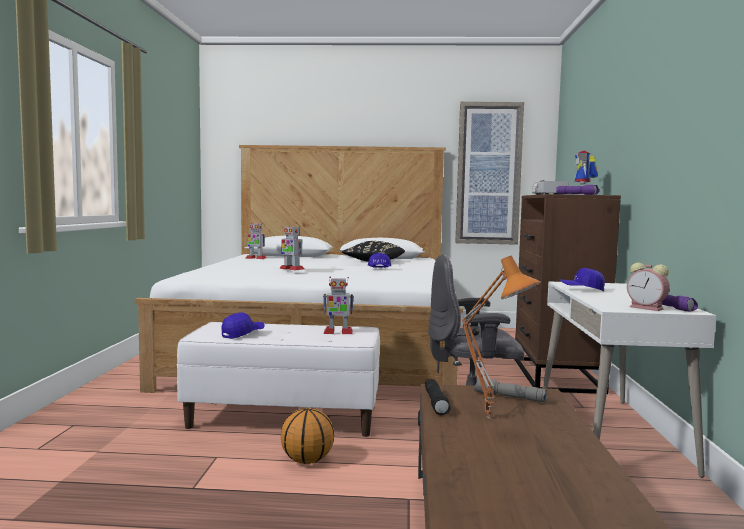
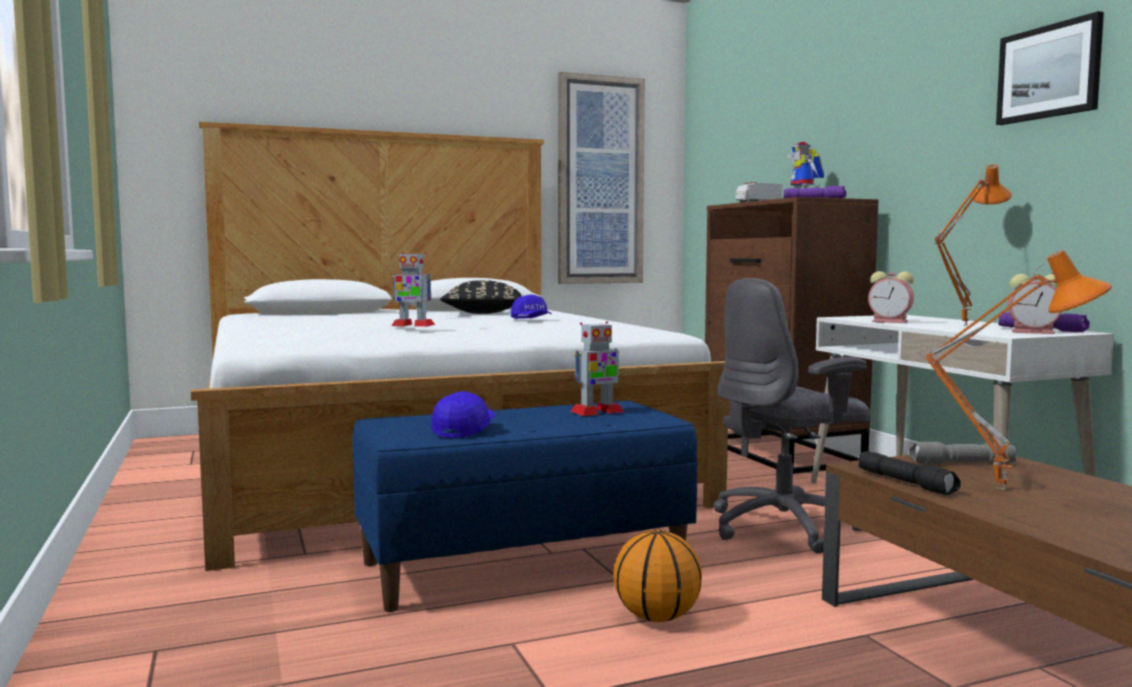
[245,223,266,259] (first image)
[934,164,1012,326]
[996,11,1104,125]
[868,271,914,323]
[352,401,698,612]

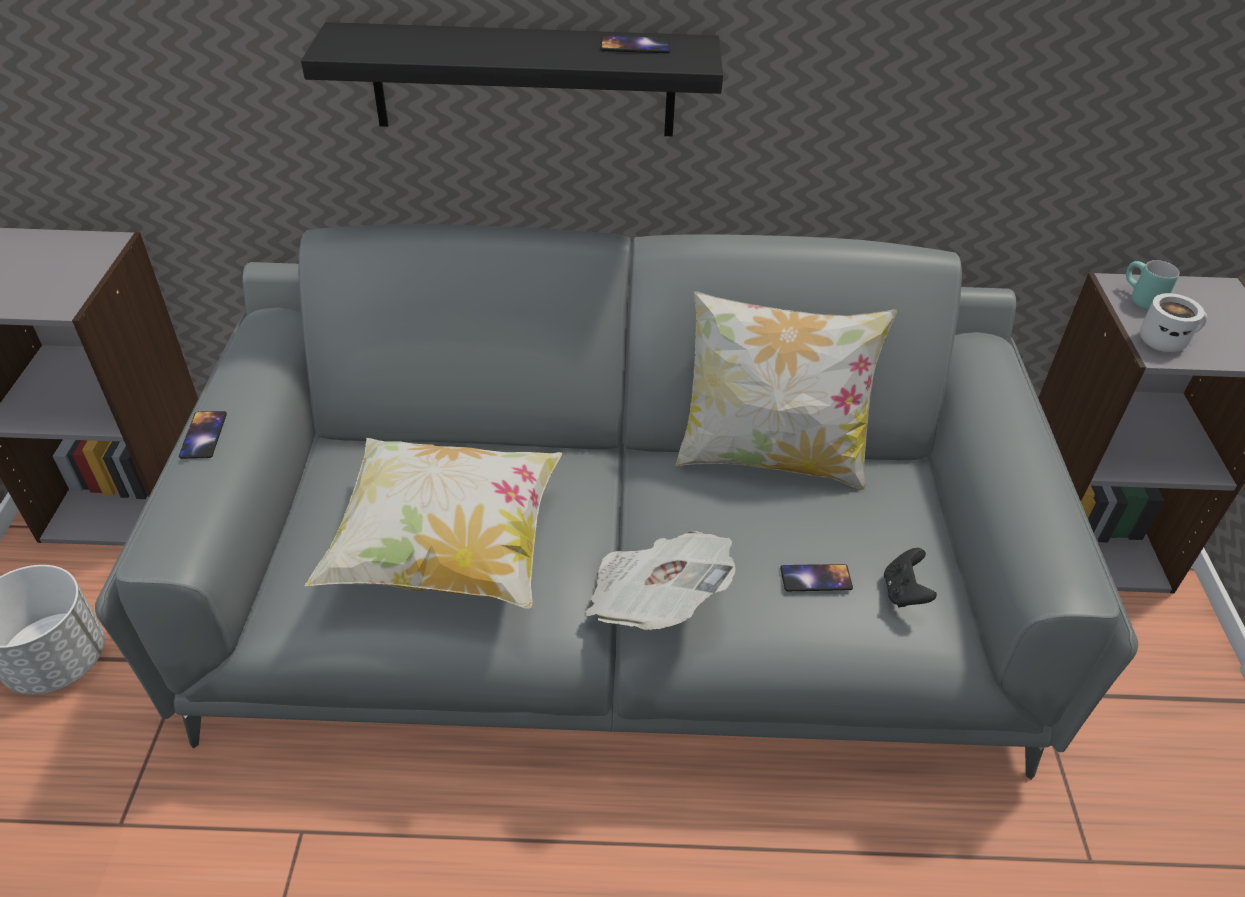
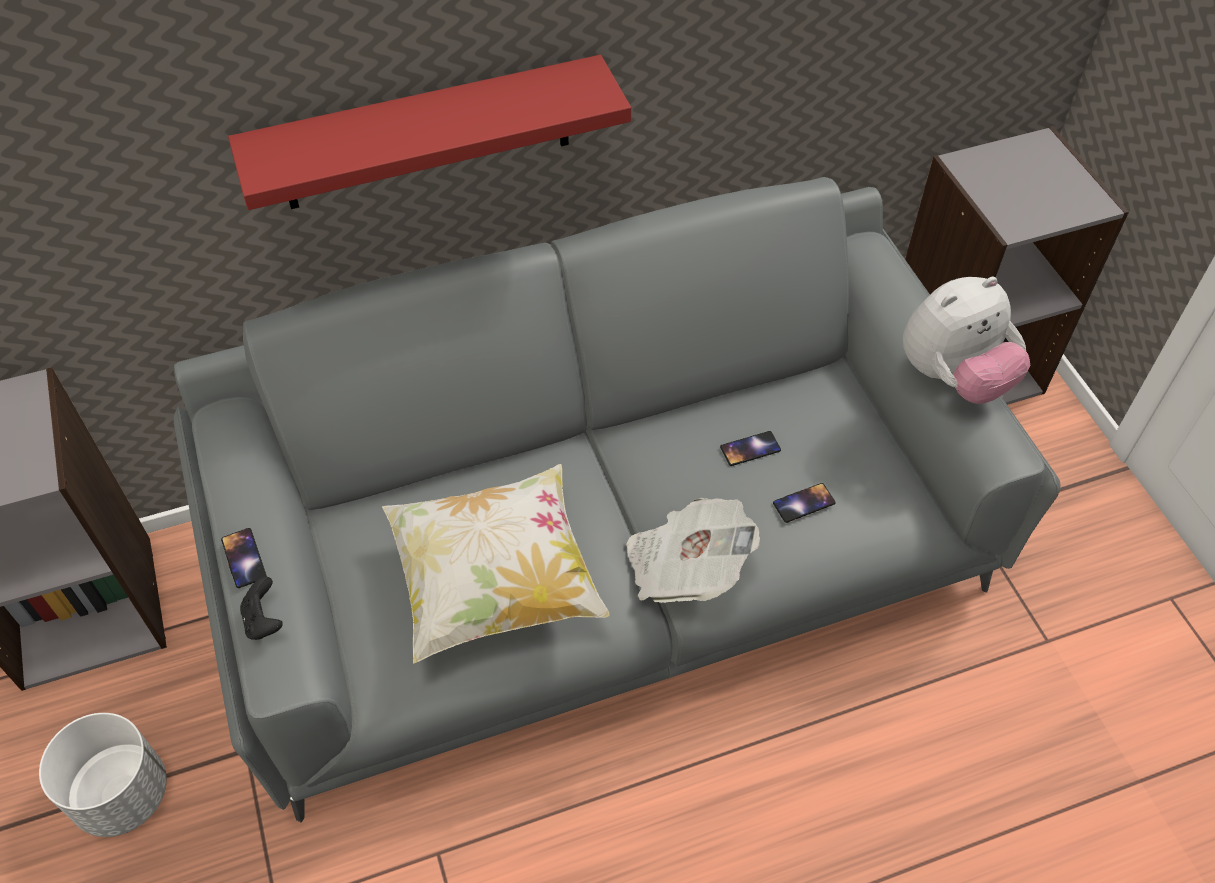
[675,291,897,490] (first image)
[1126,260,1179,310] (first image)
[1140,293,1207,352] (first image)
[903,277,1030,404]
[720,431,781,466]
[240,577,283,640]
[228,55,631,210]

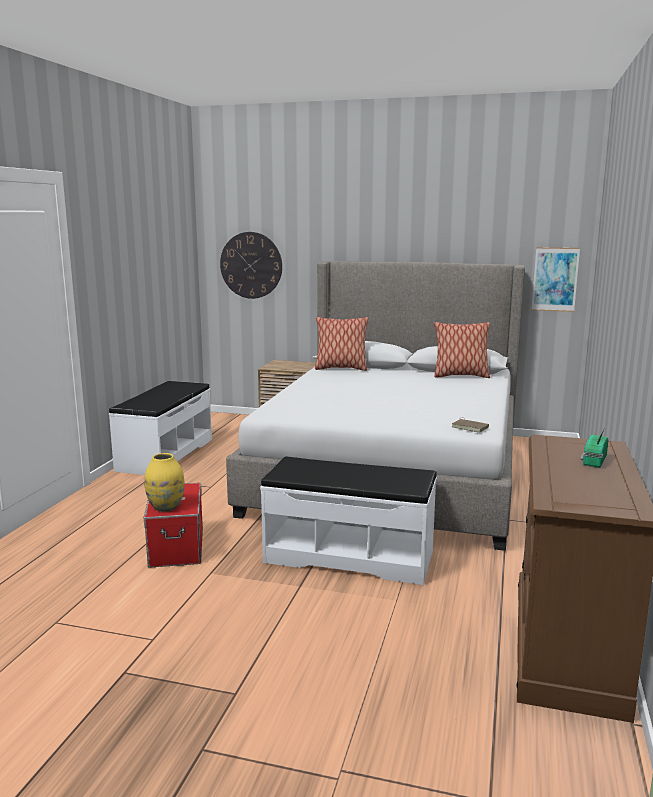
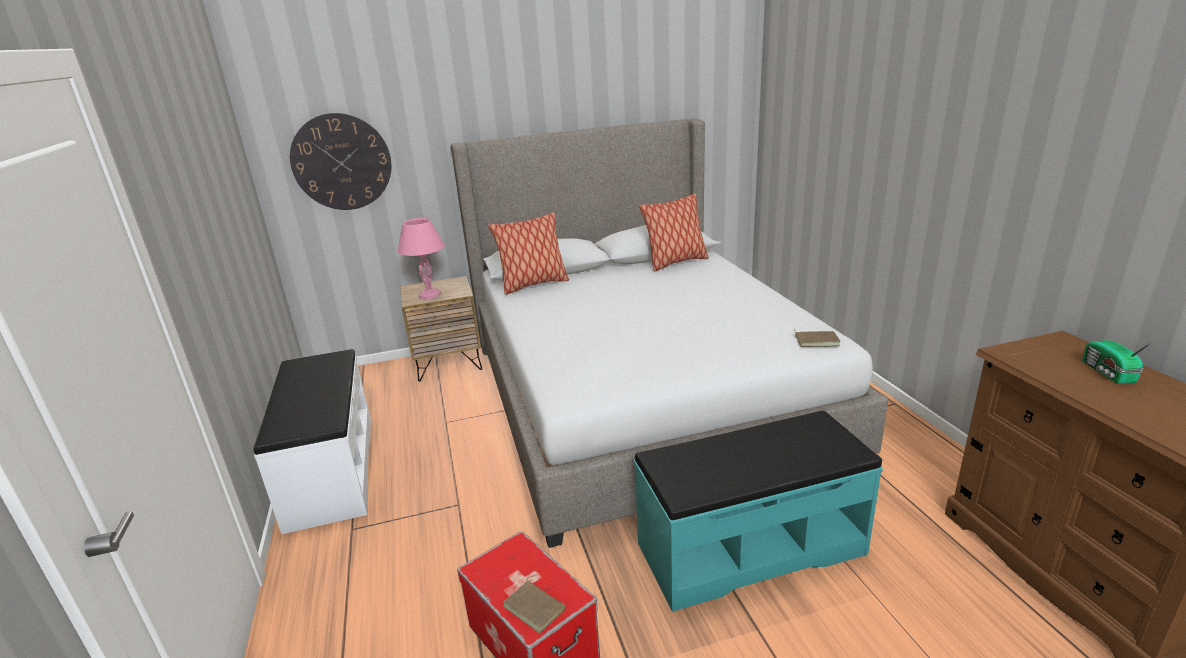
[531,247,580,312] (first image)
[397,218,445,299]
[503,574,565,633]
[634,410,883,612]

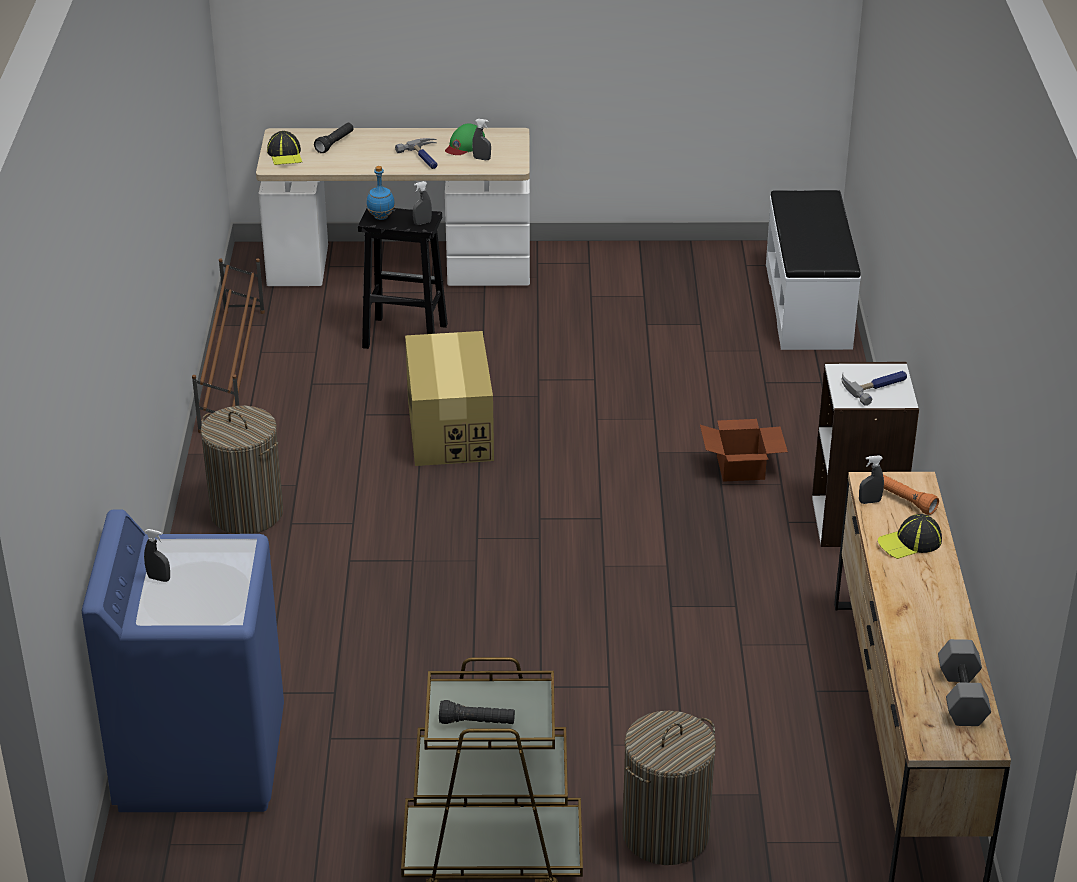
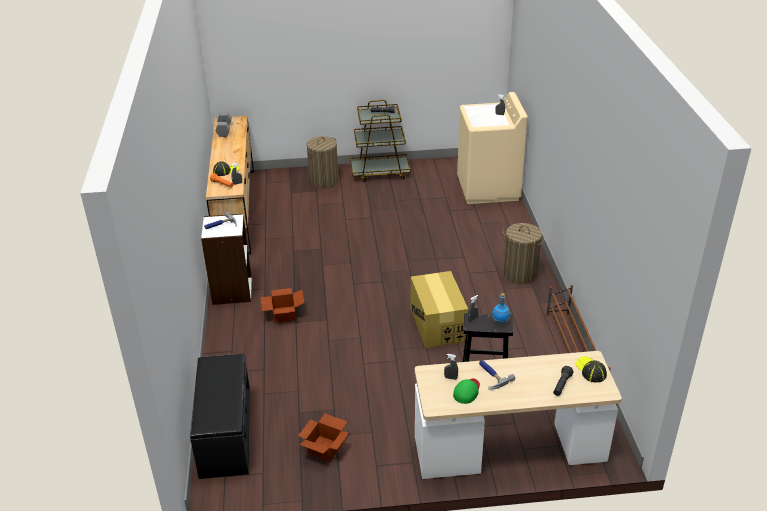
[298,414,349,462]
[457,92,528,204]
[190,354,251,479]

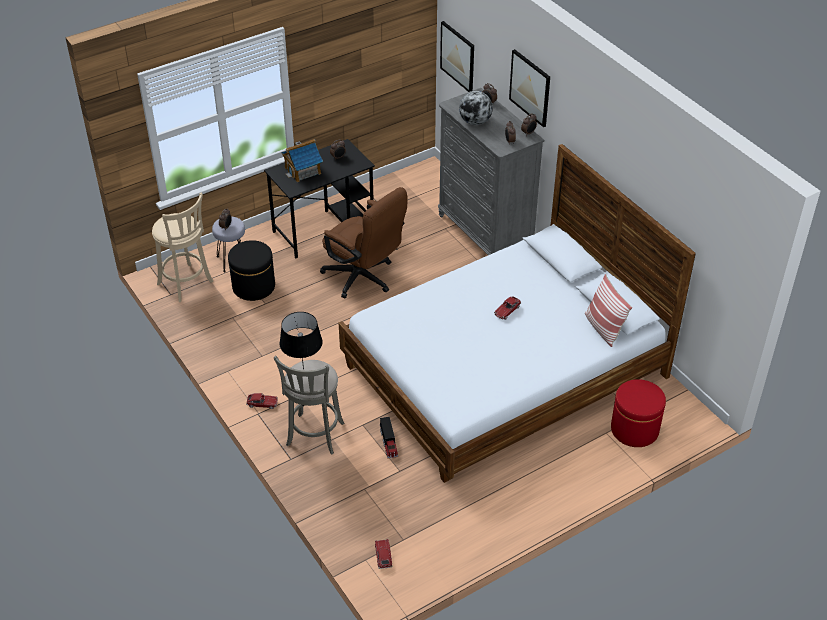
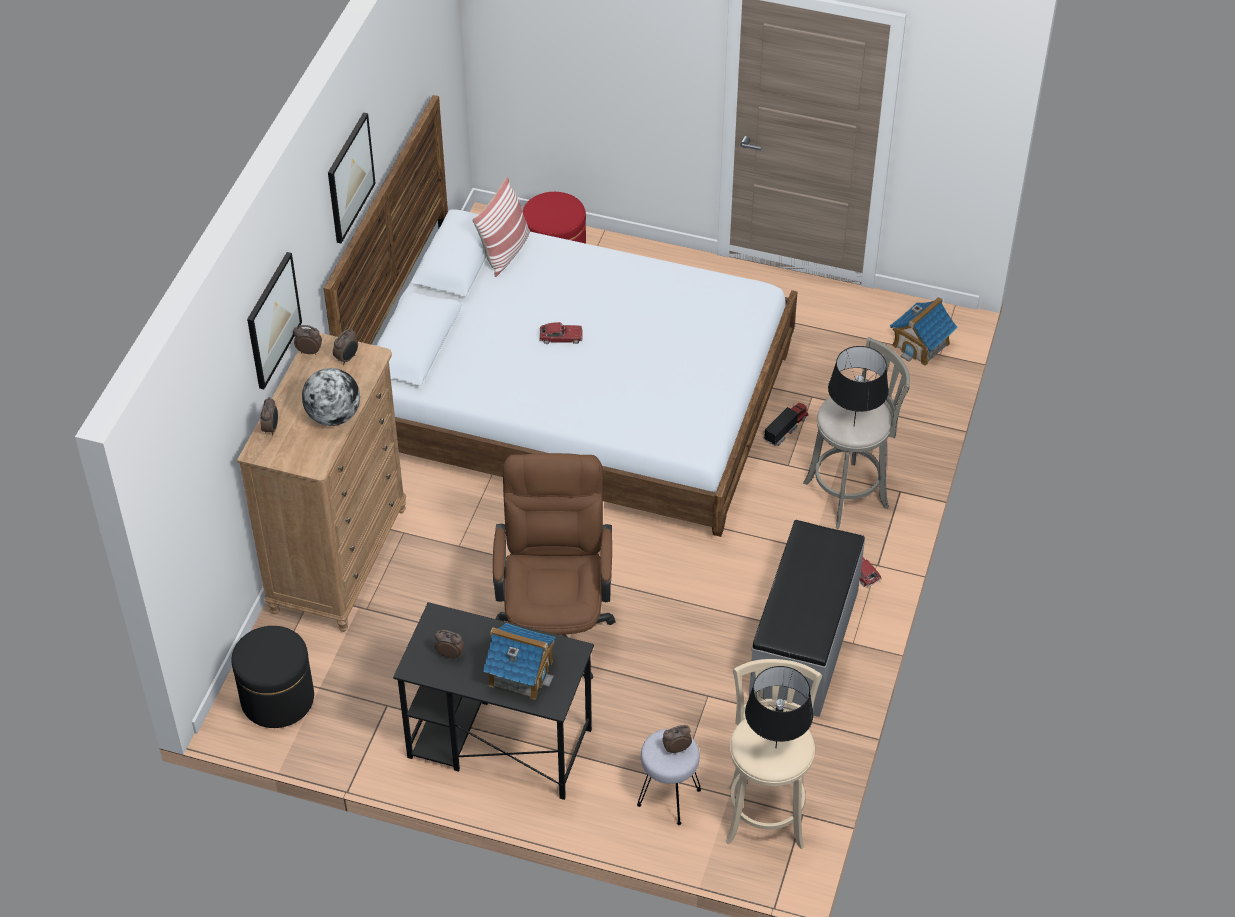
[745,666,813,747]
[749,520,865,717]
[232,626,314,728]
[328,112,376,243]
[890,297,958,366]
[237,333,406,632]

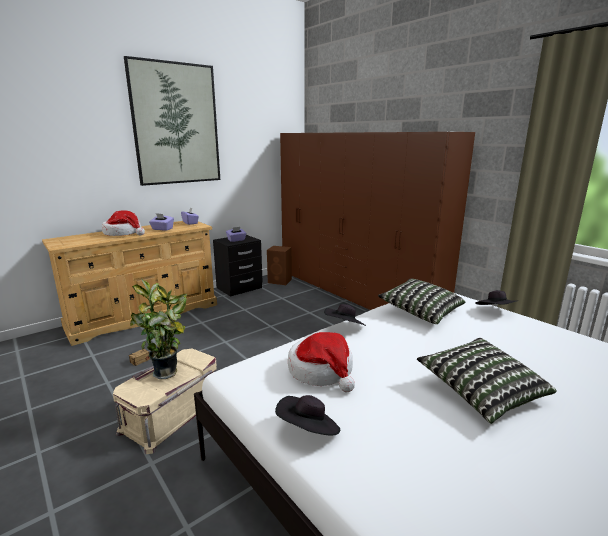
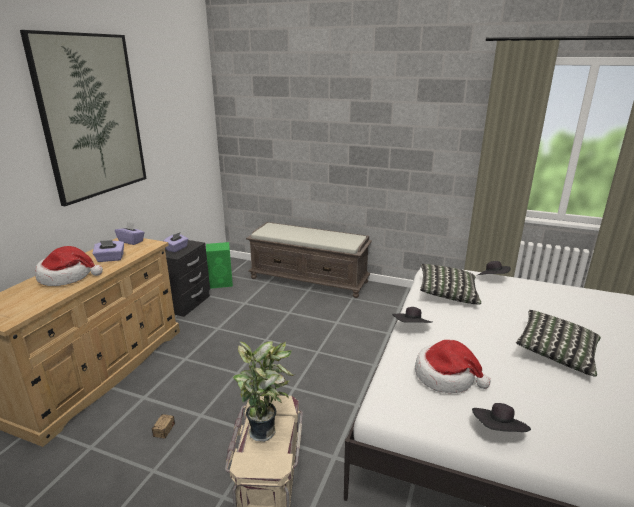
[246,222,372,298]
[206,242,233,289]

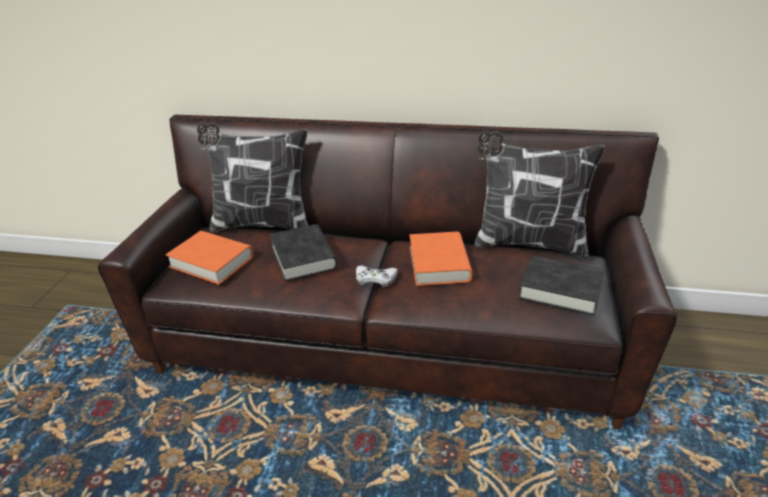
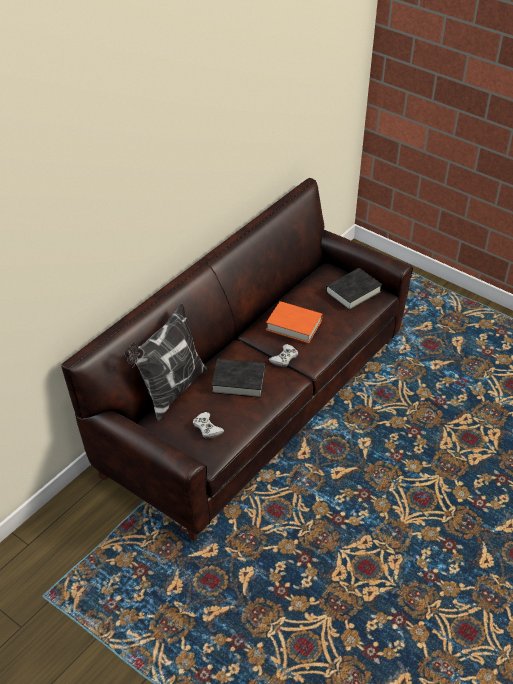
[474,130,605,259] (first image)
[193,412,224,438]

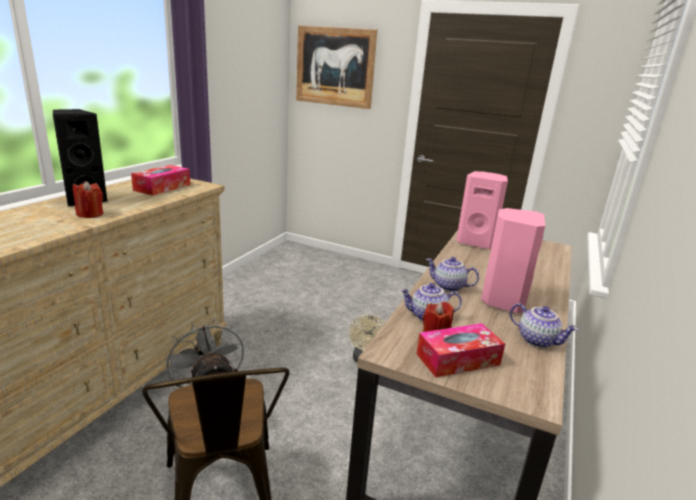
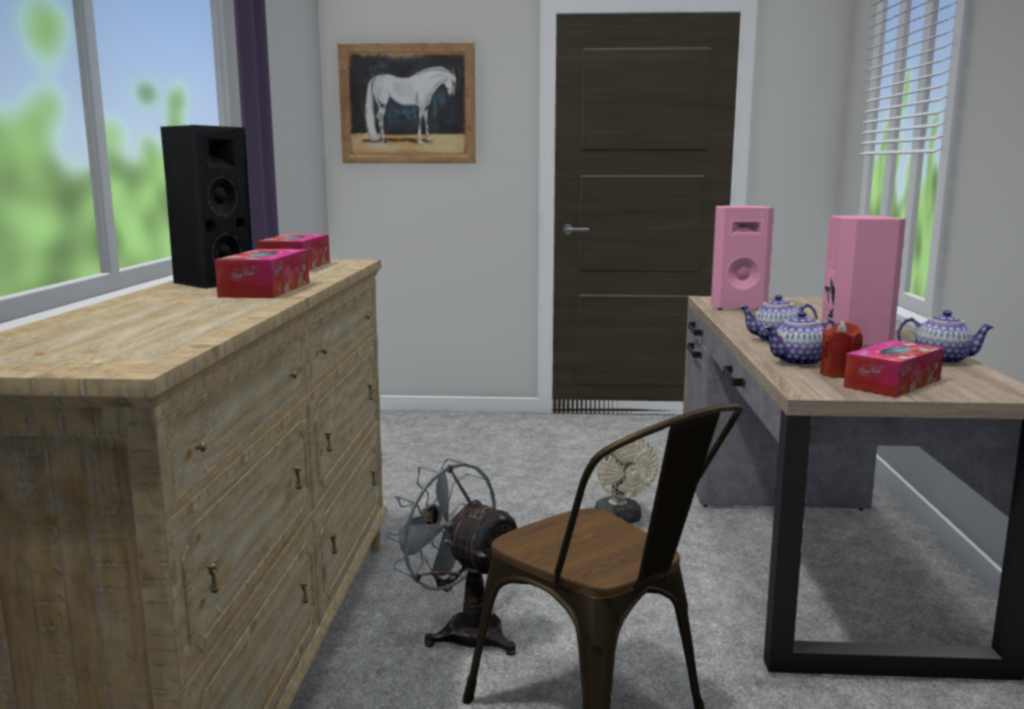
[215,249,309,298]

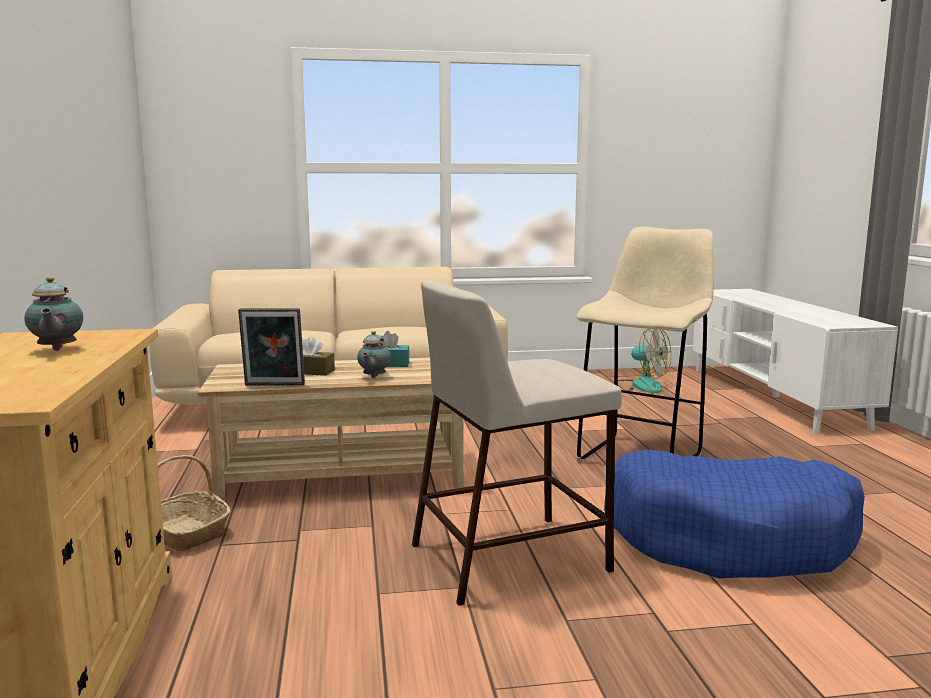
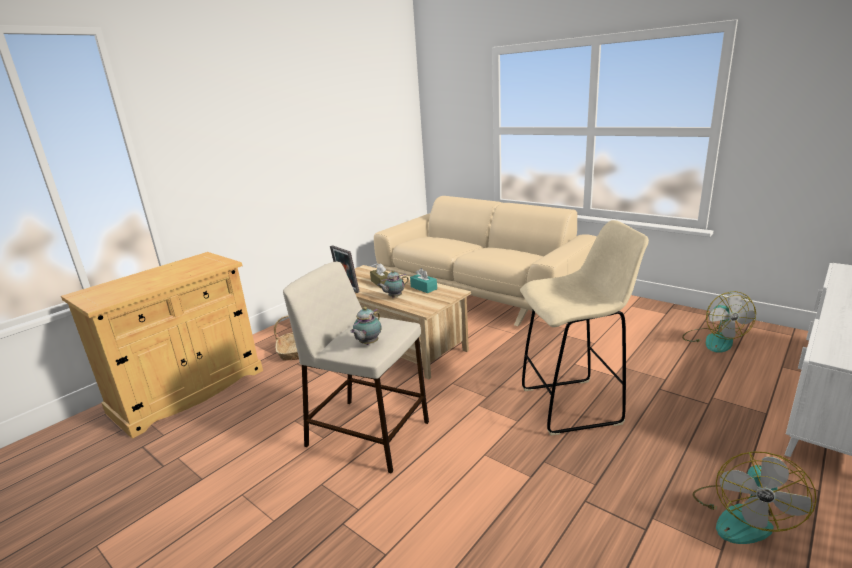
[604,450,865,578] (first image)
[693,451,817,544]
[350,307,381,345]

